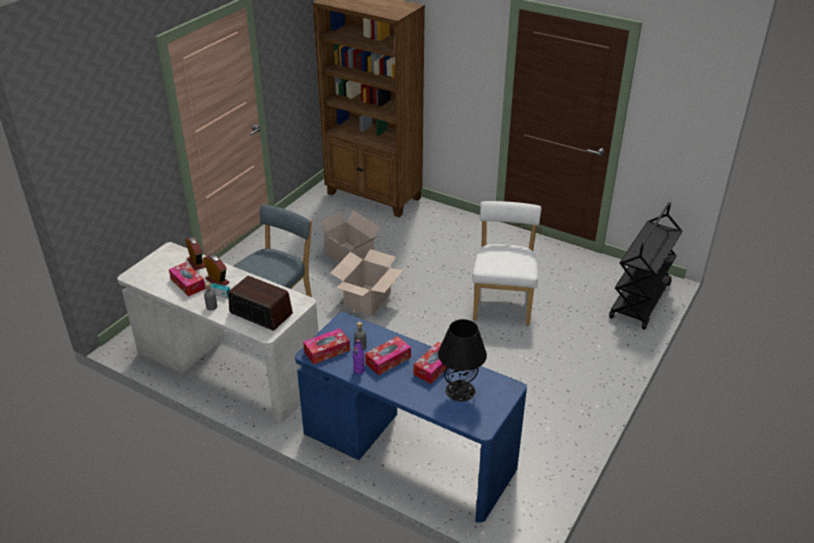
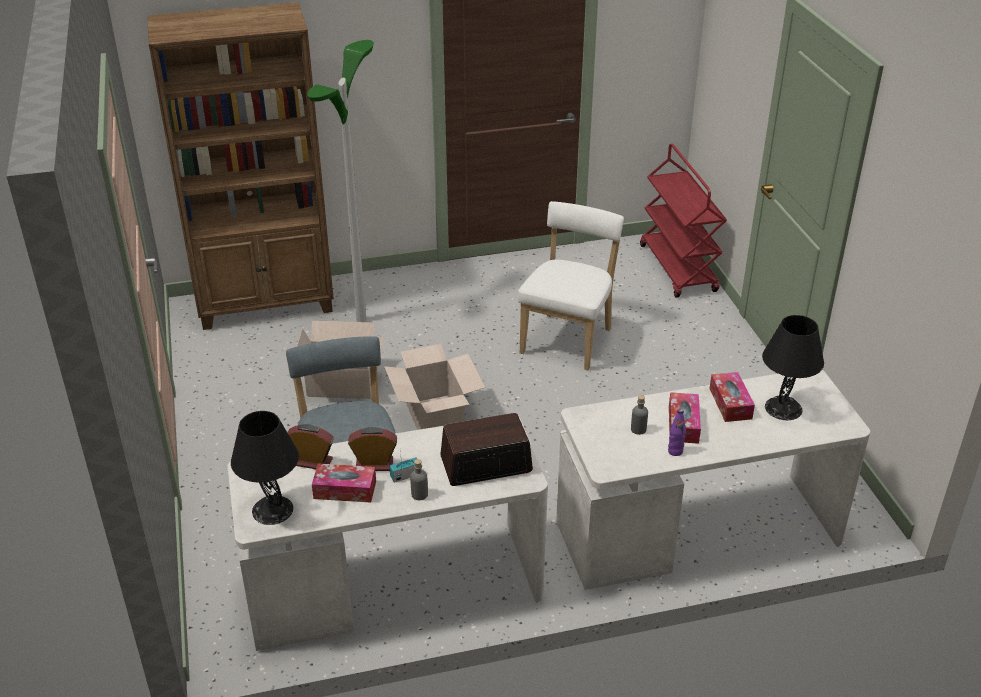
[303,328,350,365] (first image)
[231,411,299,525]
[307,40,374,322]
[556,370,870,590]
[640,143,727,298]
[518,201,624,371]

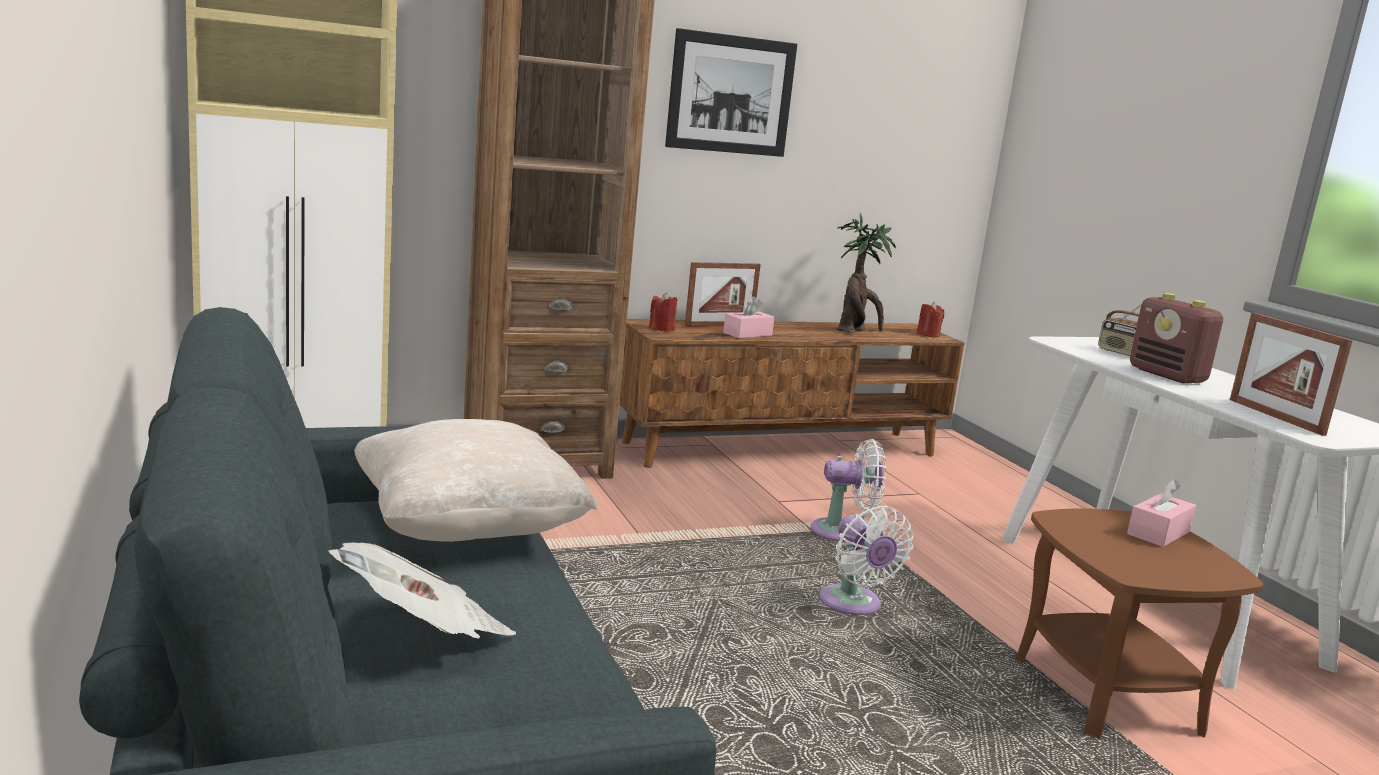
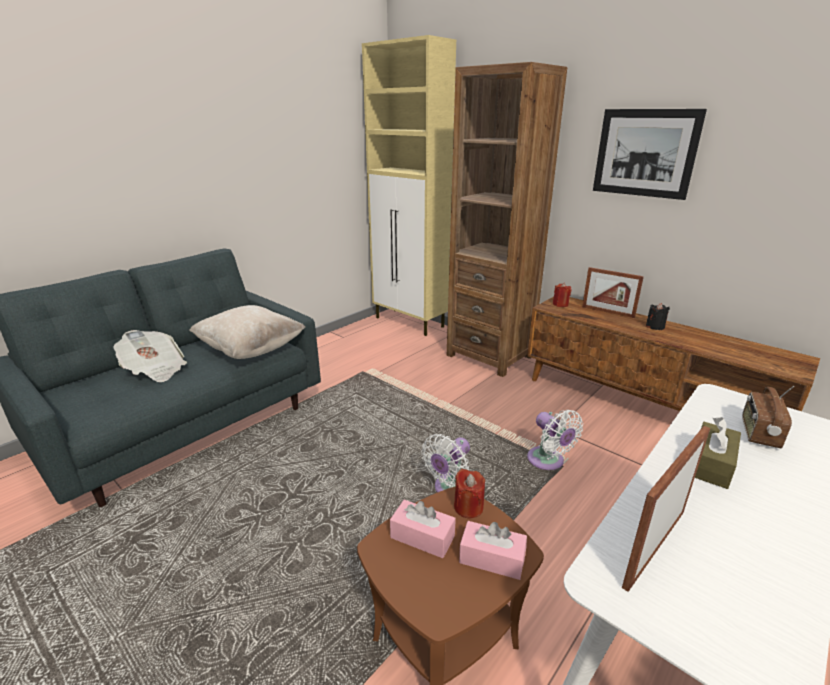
[837,213,896,333] (first image)
[646,303,670,330]
[390,500,456,558]
[454,469,485,518]
[695,417,741,489]

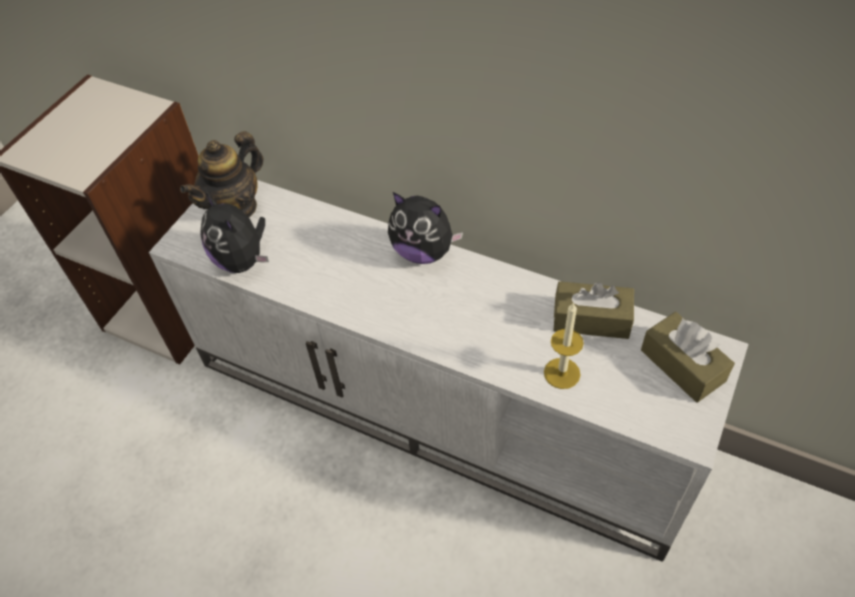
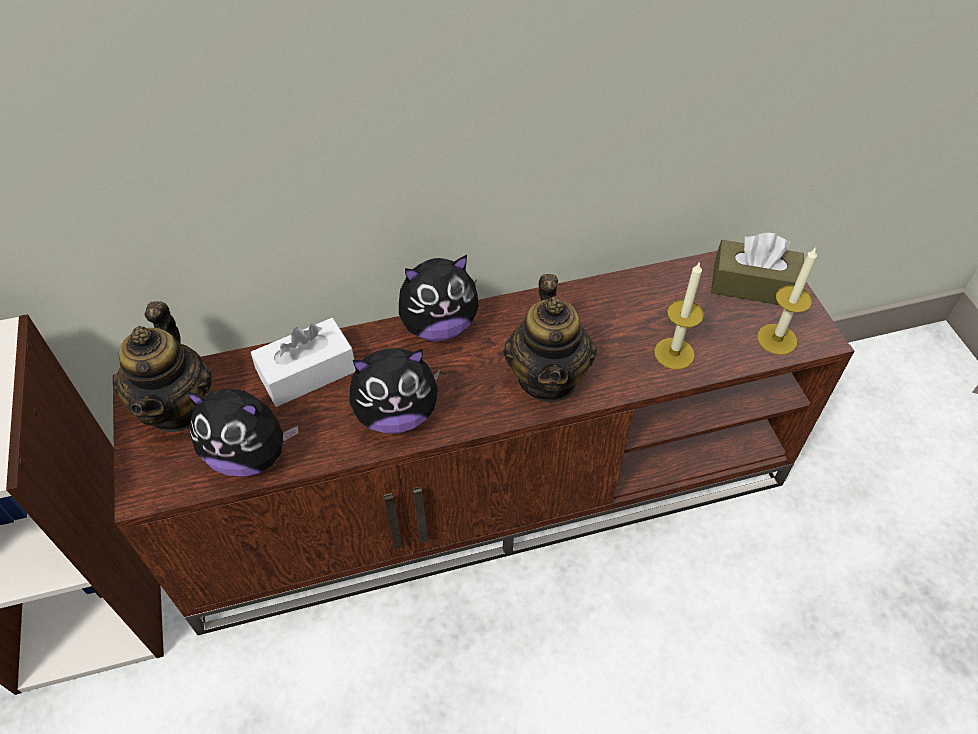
[553,281,634,339] (first image)
[251,318,356,407]
[349,348,440,434]
[503,274,597,403]
[757,247,817,355]
[113,251,854,635]

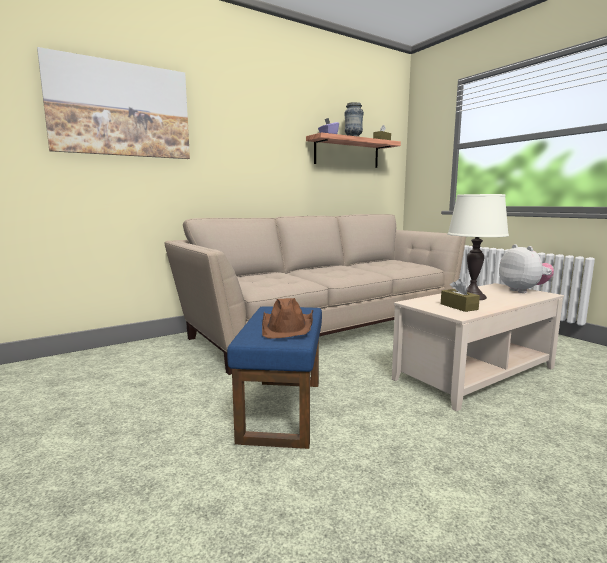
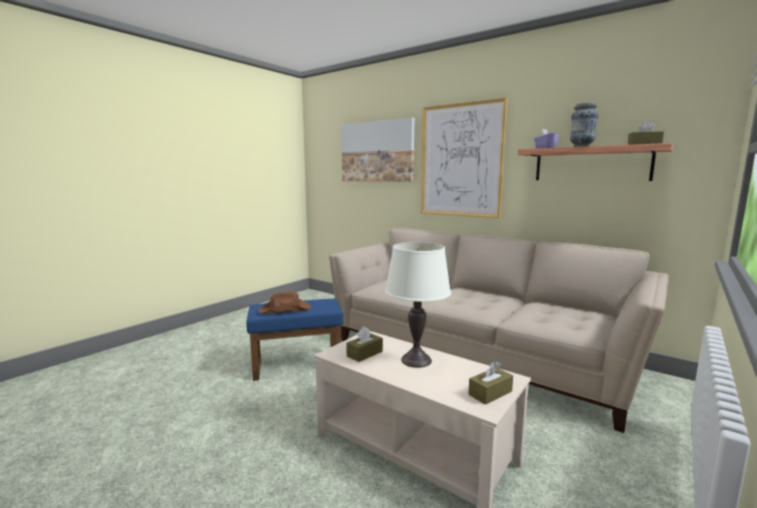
[421,98,507,218]
[468,361,513,405]

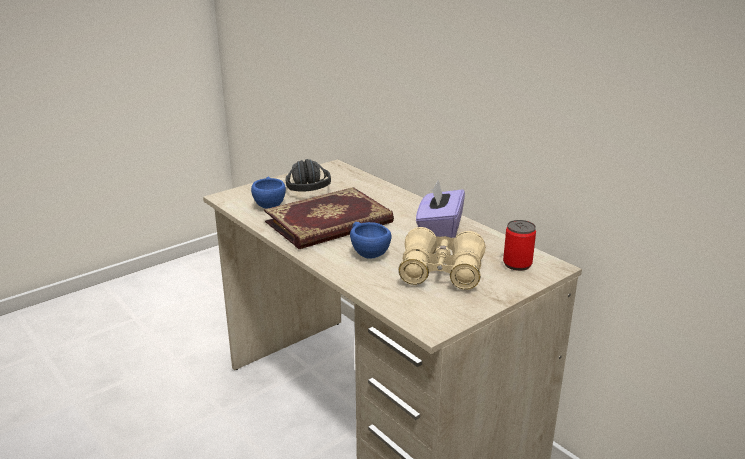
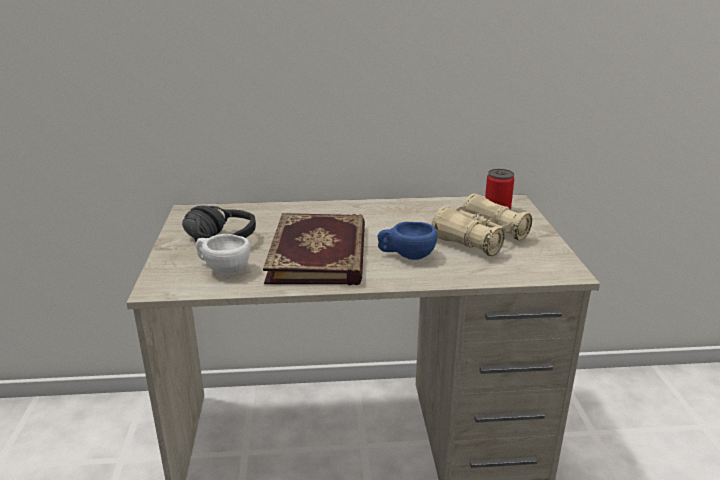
[416,180,465,238] (first image)
[196,234,250,275]

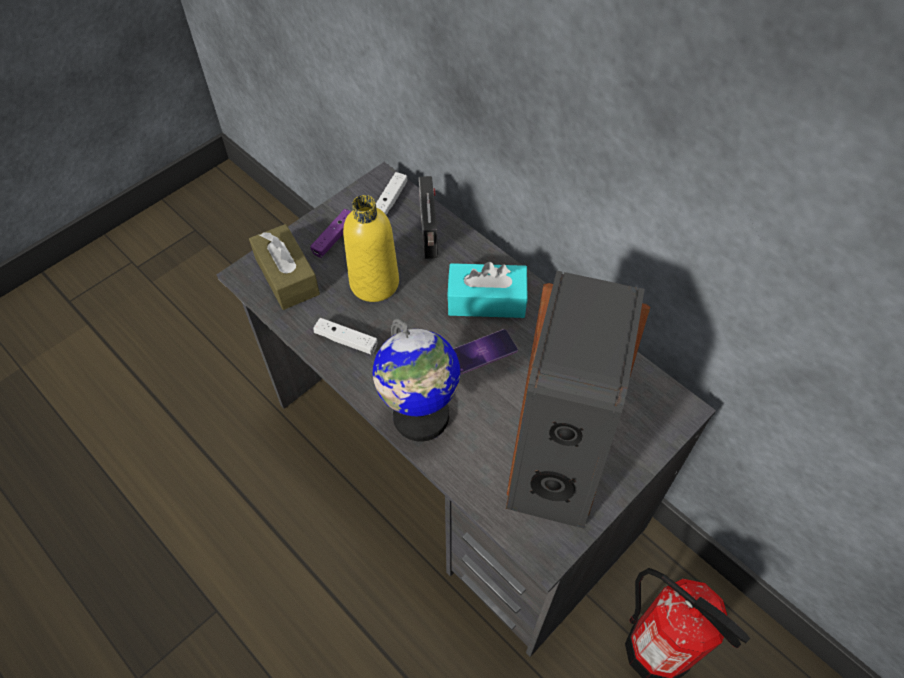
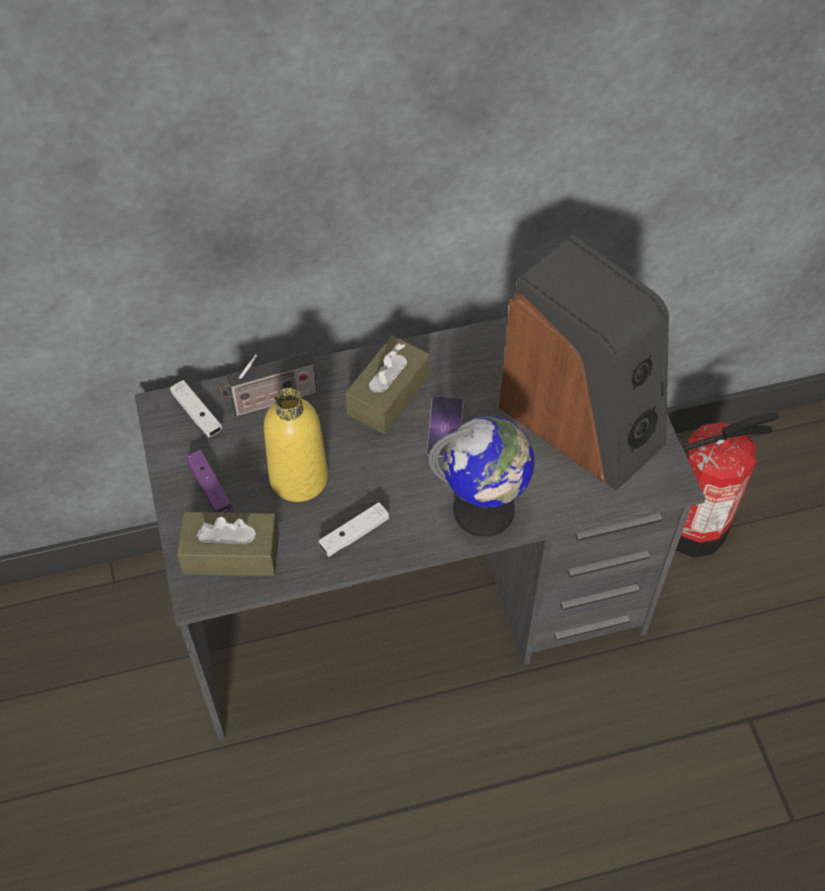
[345,335,430,434]
[220,352,317,416]

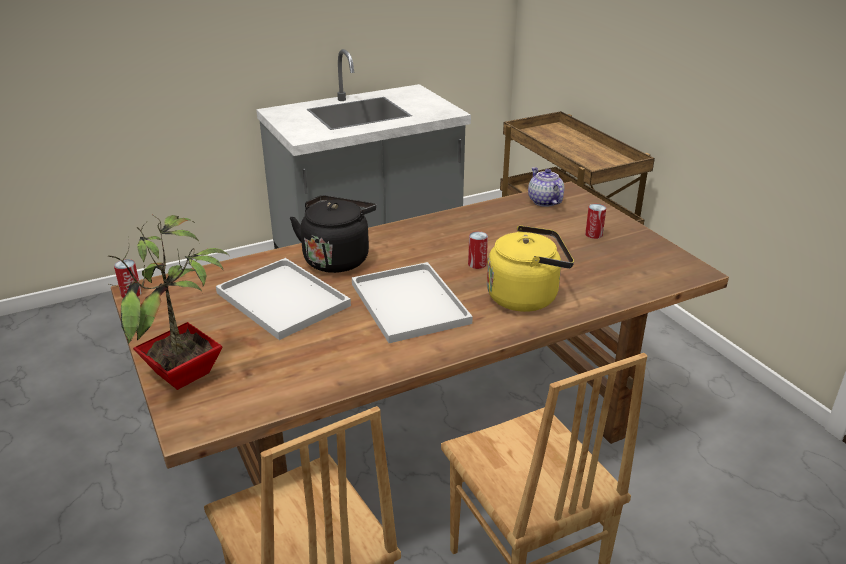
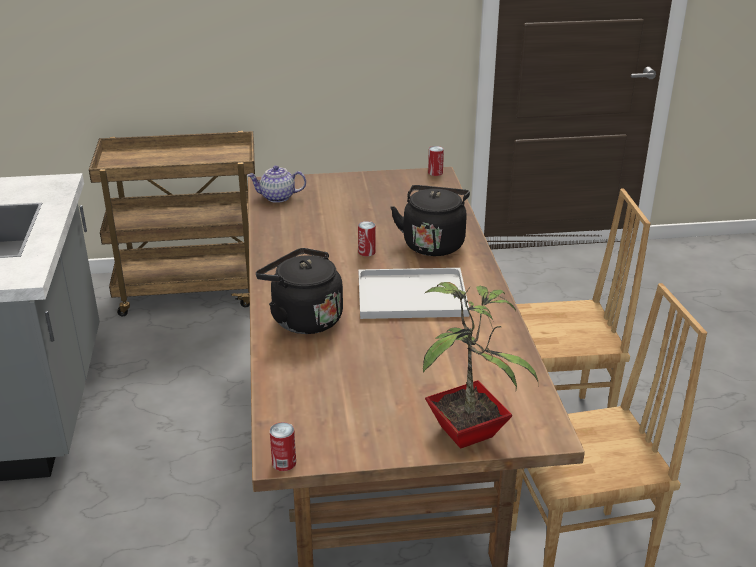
[216,258,351,340] (first image)
[428,146,444,176]
[390,185,470,256]

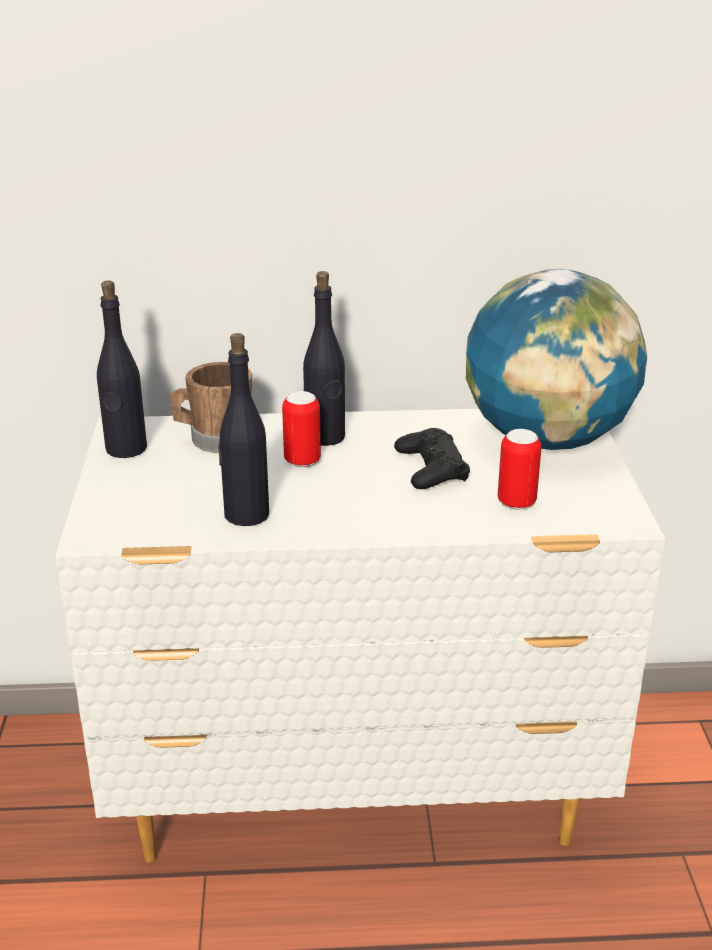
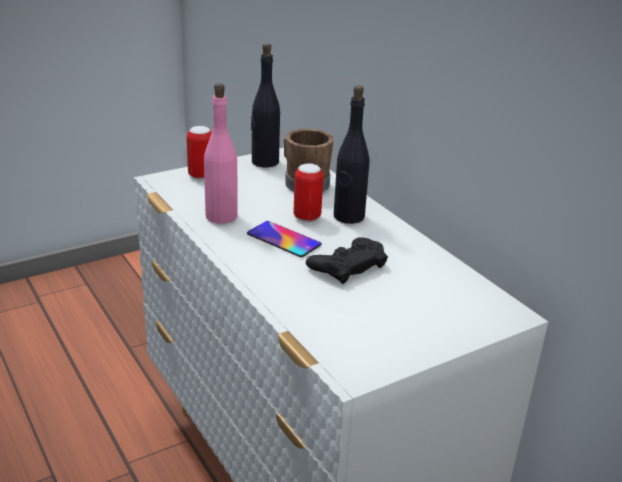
[466,269,647,450] (first image)
[247,221,322,257]
[187,126,212,179]
[204,83,238,224]

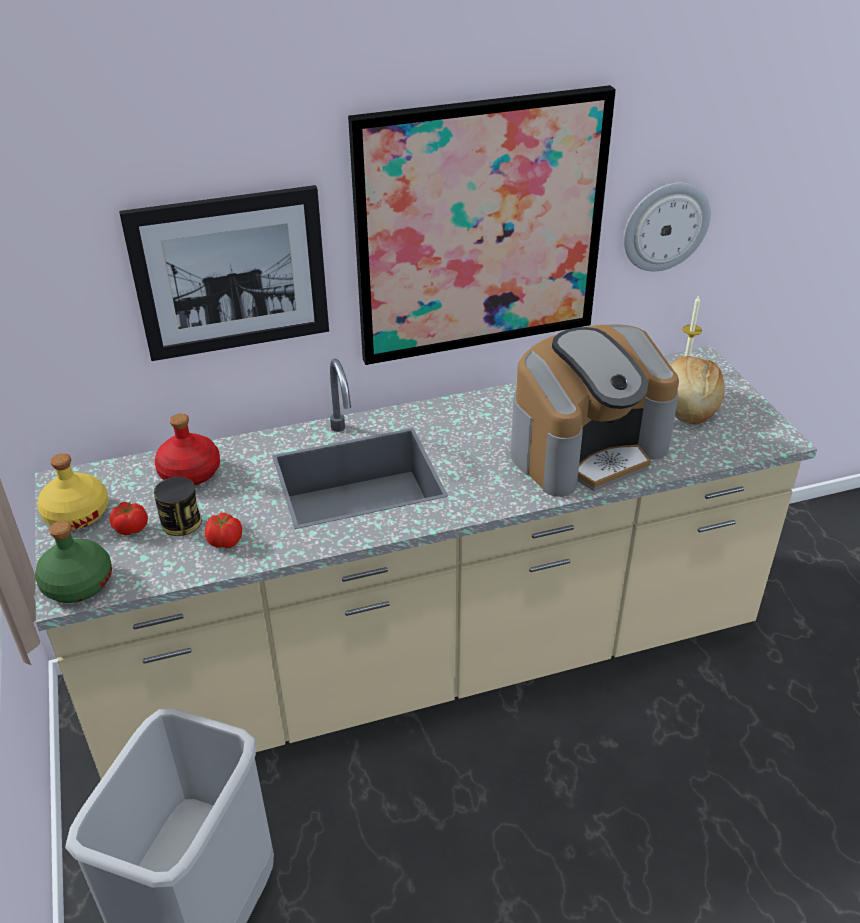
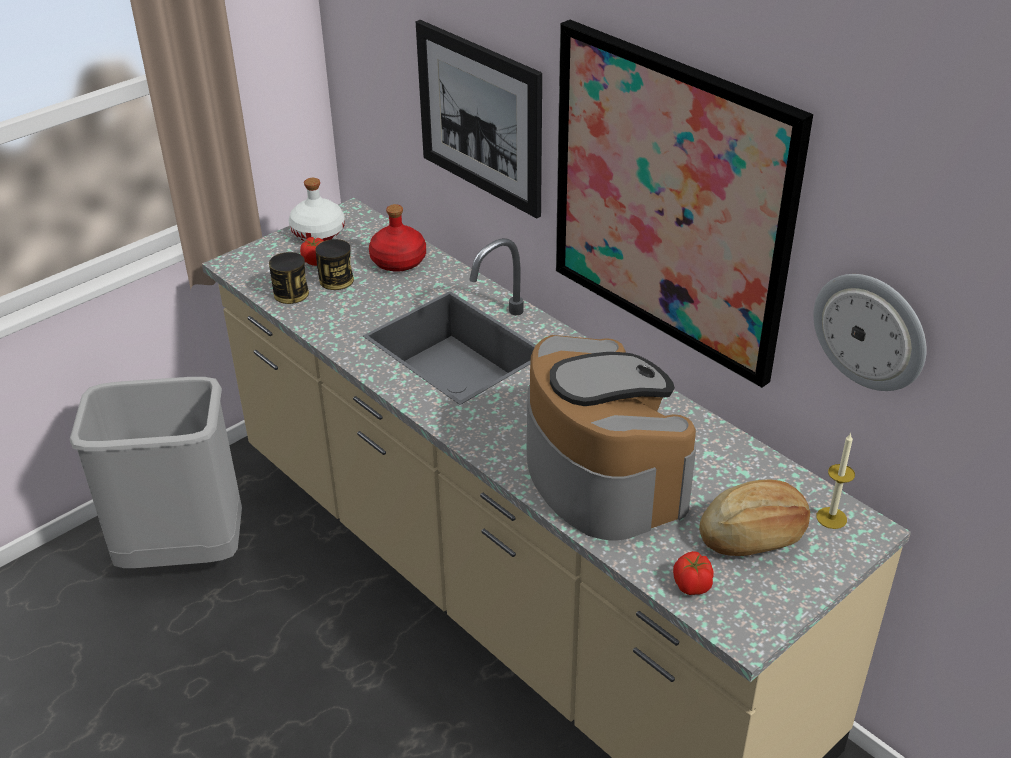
[35,521,112,603] (first image)
[269,252,309,304]
[673,551,714,595]
[289,178,345,241]
[527,335,696,541]

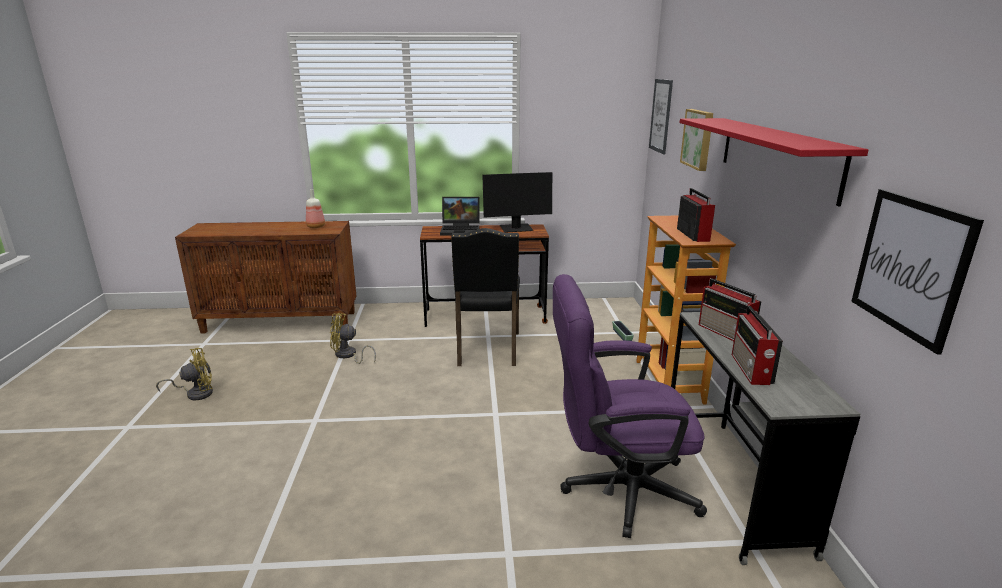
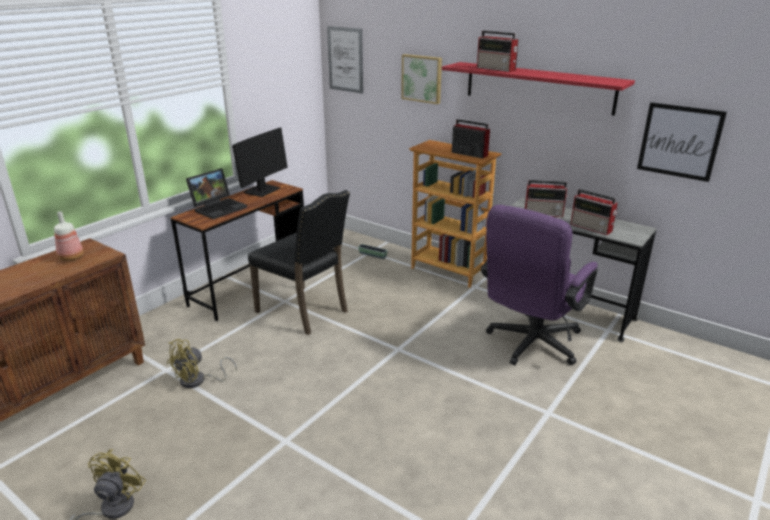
[477,31,519,72]

